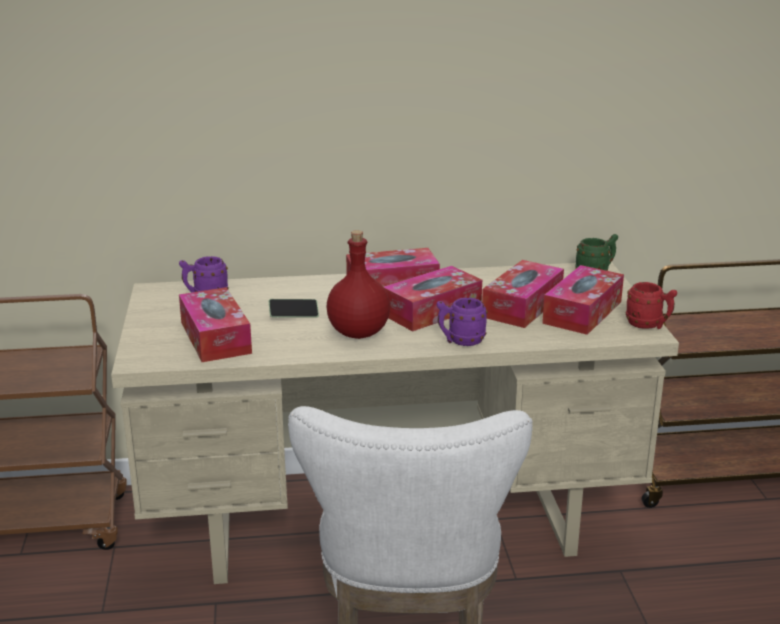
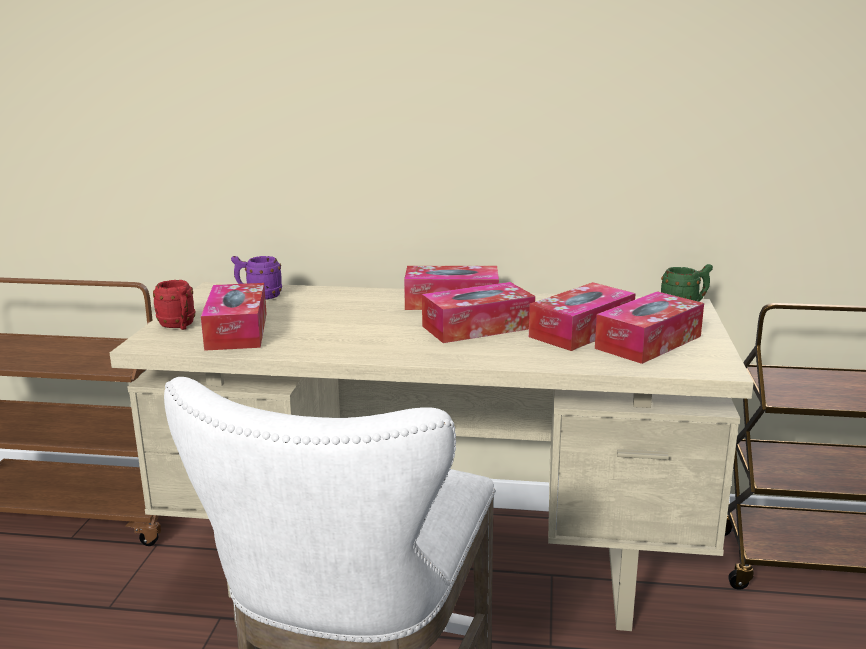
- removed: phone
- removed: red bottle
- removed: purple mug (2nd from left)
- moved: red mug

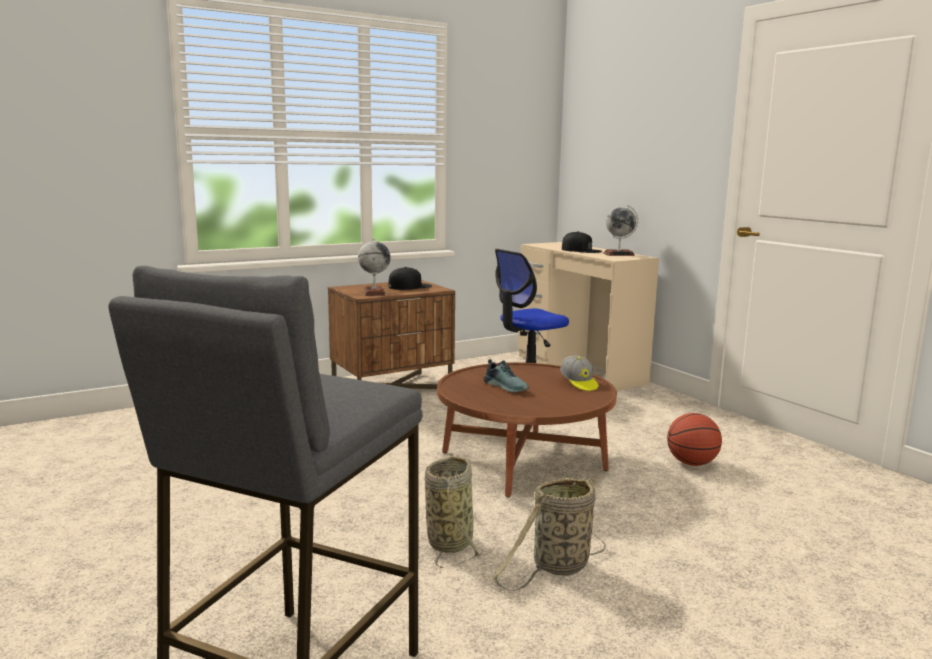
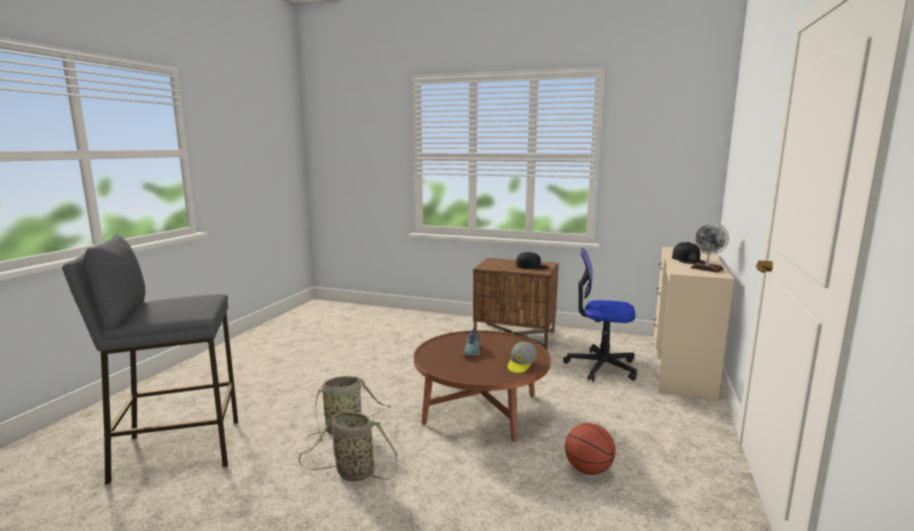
- removed: globe (1st from left)

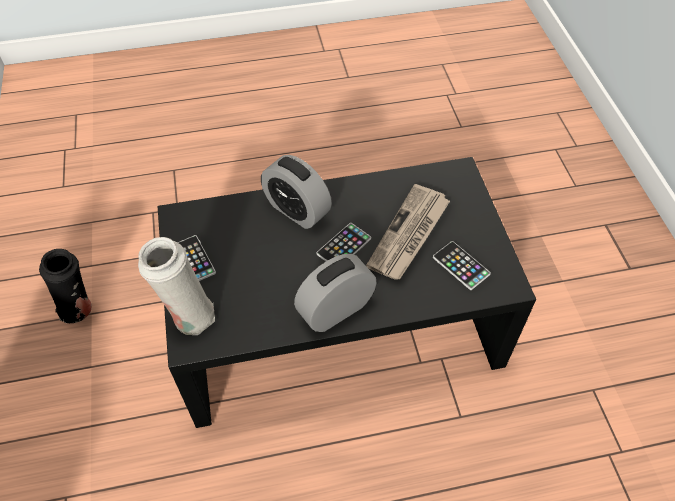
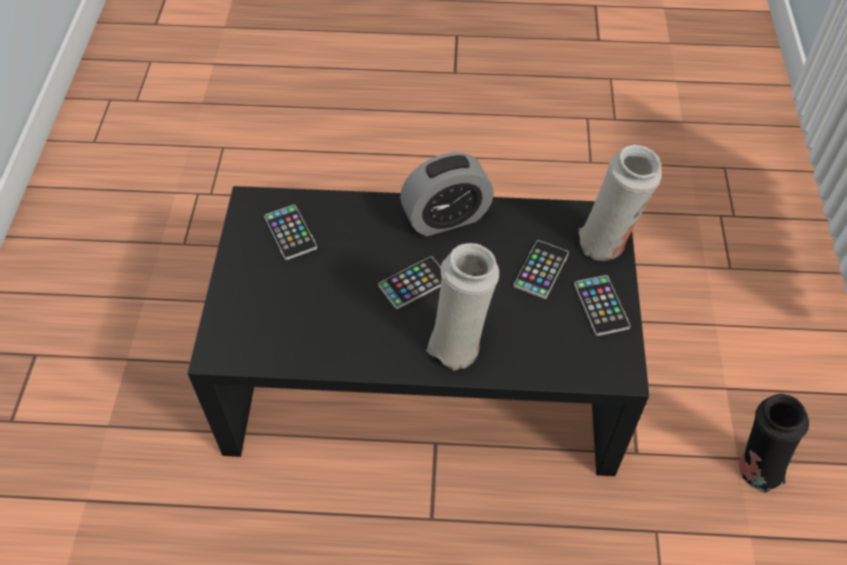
- replaced: alarm clock (1st from left) to white vase (1st from left)
- removed: newspaper
- added: phone (3rd from left)

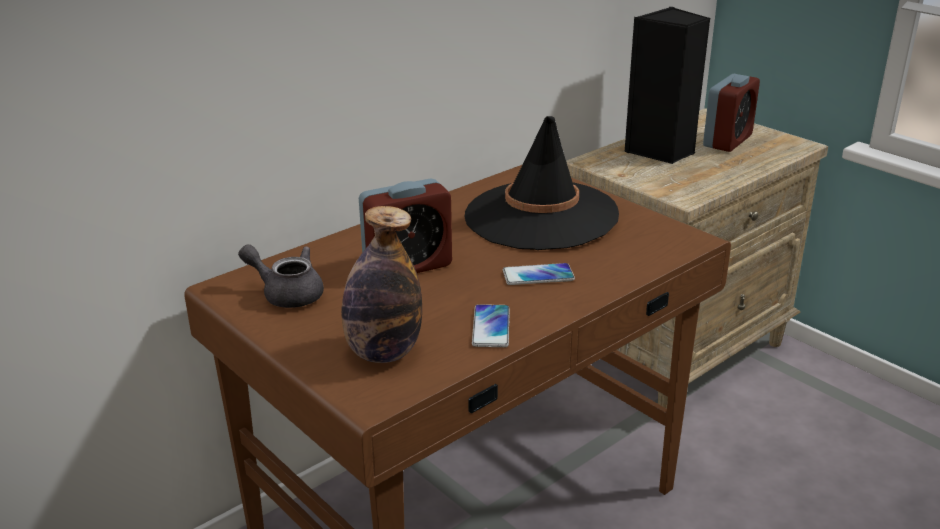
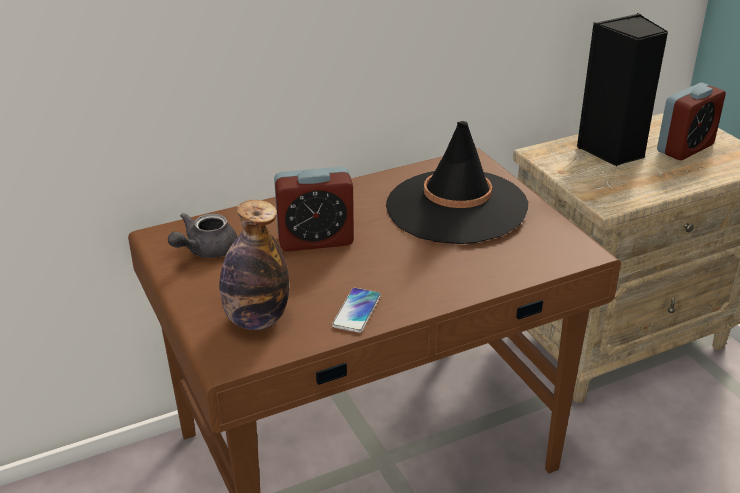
- turned: grey teapot 90 degrees counterclockwise
- removed: phone (2nd from left)

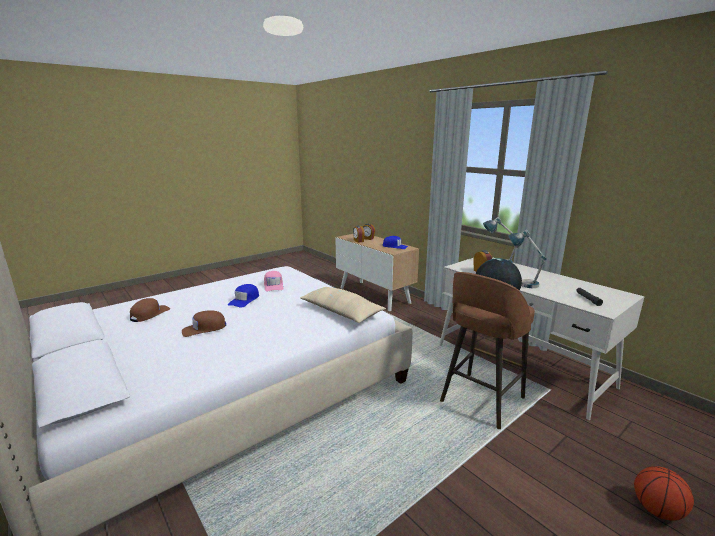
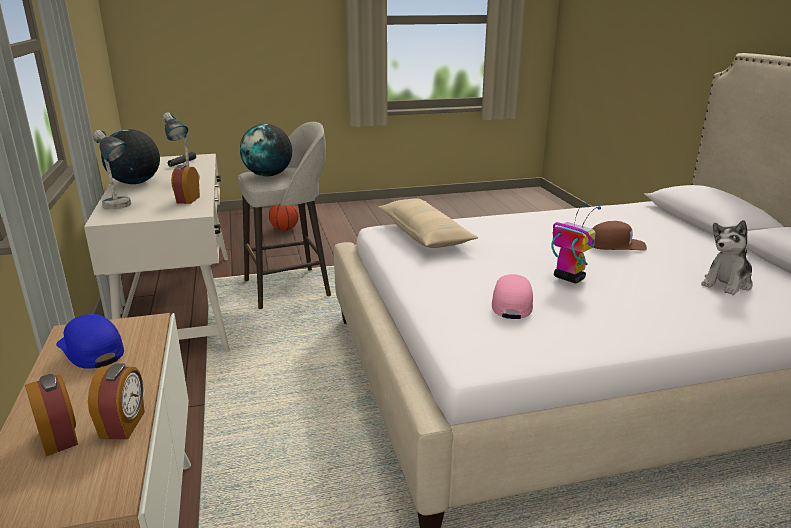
- replaced: brown cap (1st from left) to plush toy
- replaced: blue cap (1st from left) to toy robot
- recoloured: brown stool to grey stool
- added: globe (1st from left)

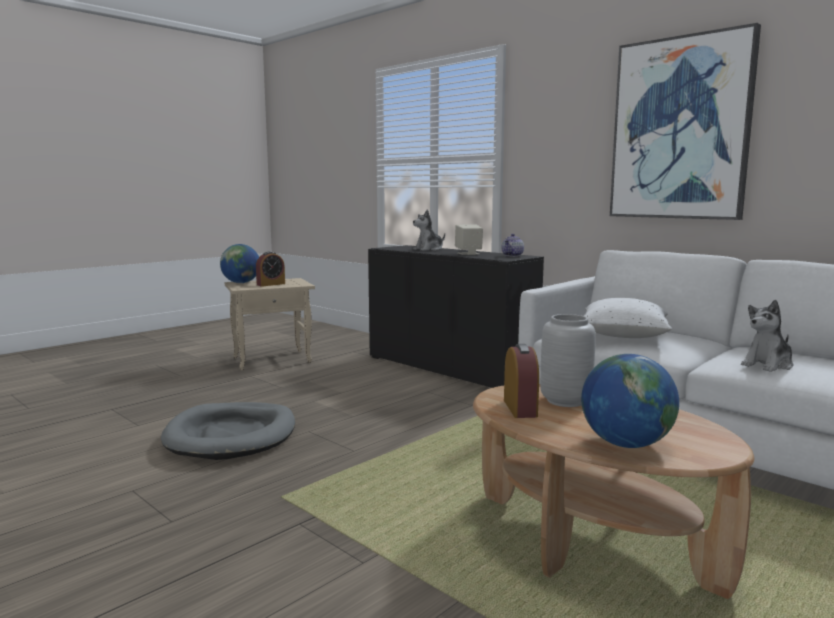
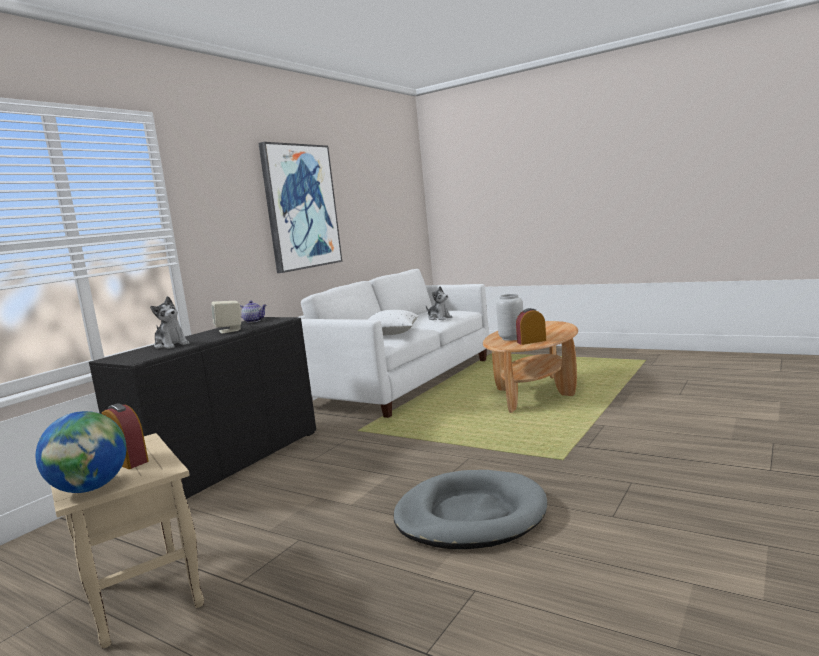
- removed: globe (2nd from left)

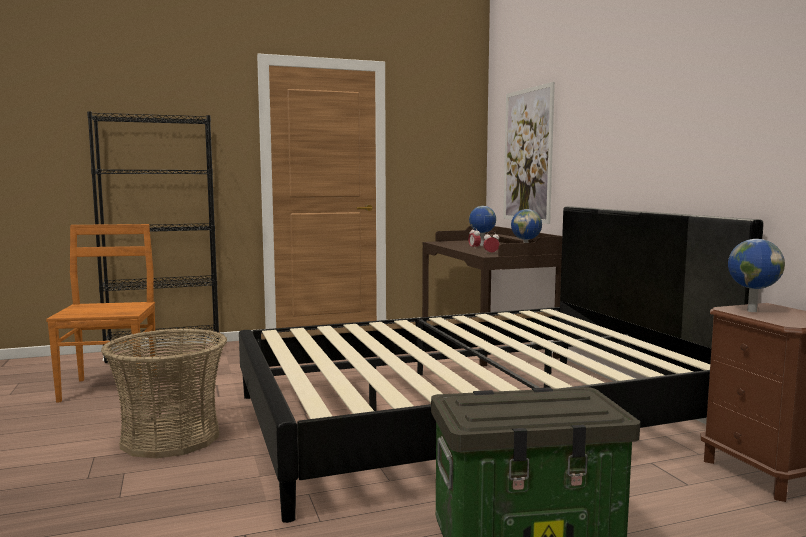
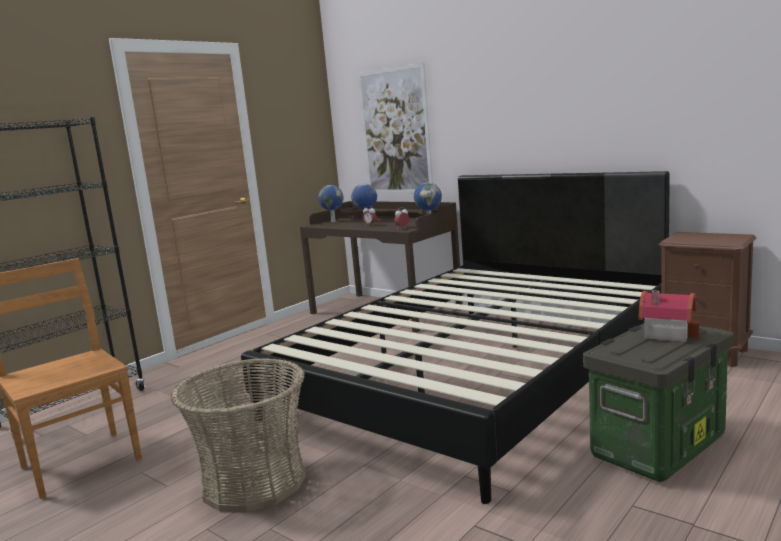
- moved: globe (3rd from left in the first image) to globe (1st from left)
- added: toy house

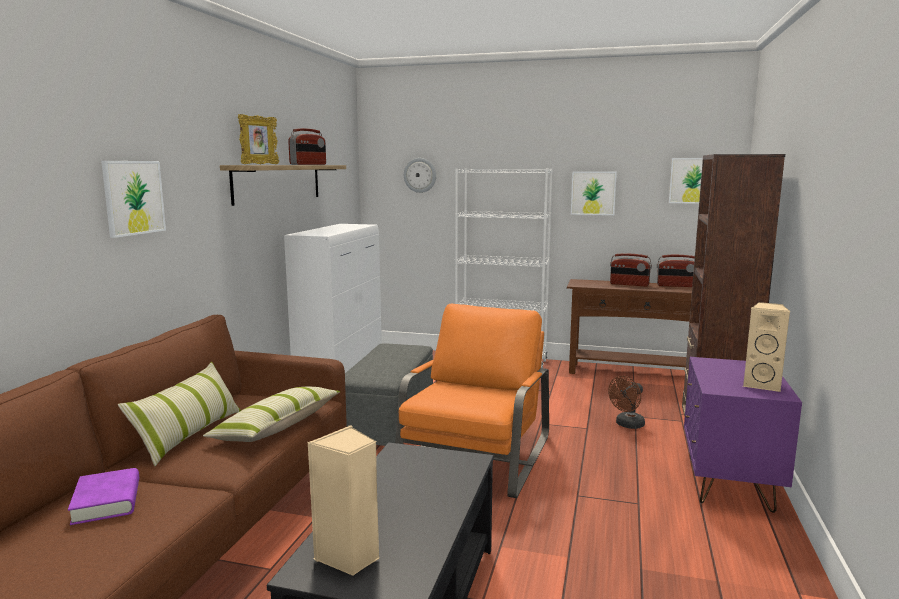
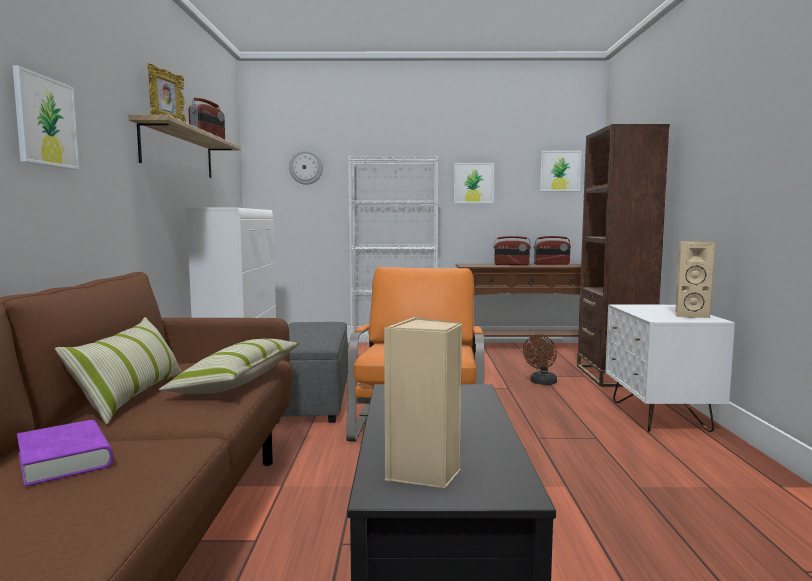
- recoloured: purple nightstand to white nightstand

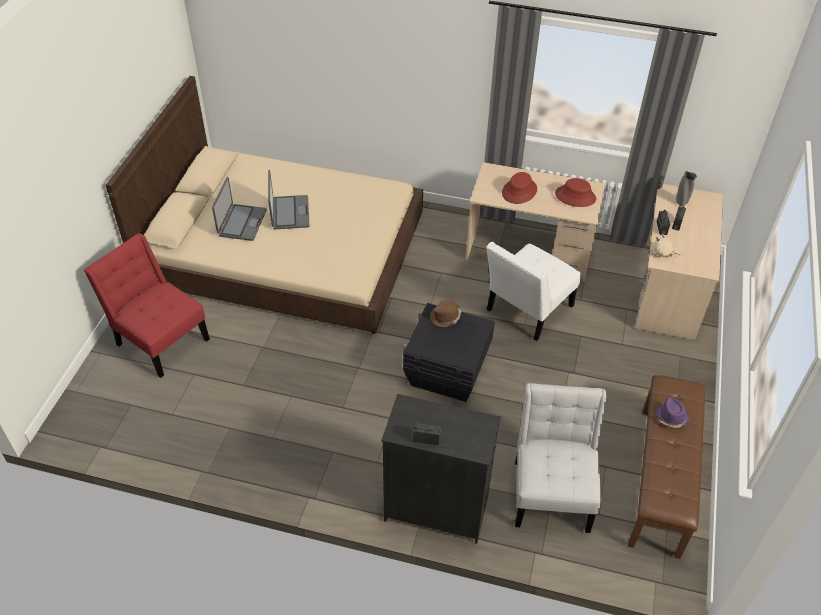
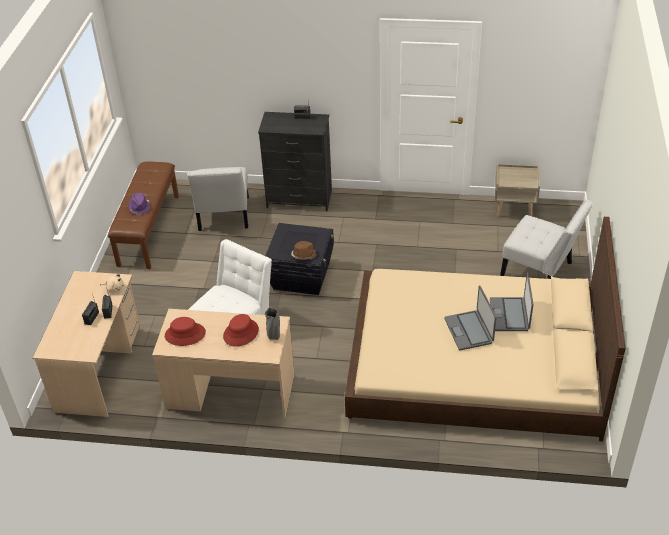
- recoloured: red chair to white chair (3rd from left)
- moved: grey vase
- added: beige nightstand

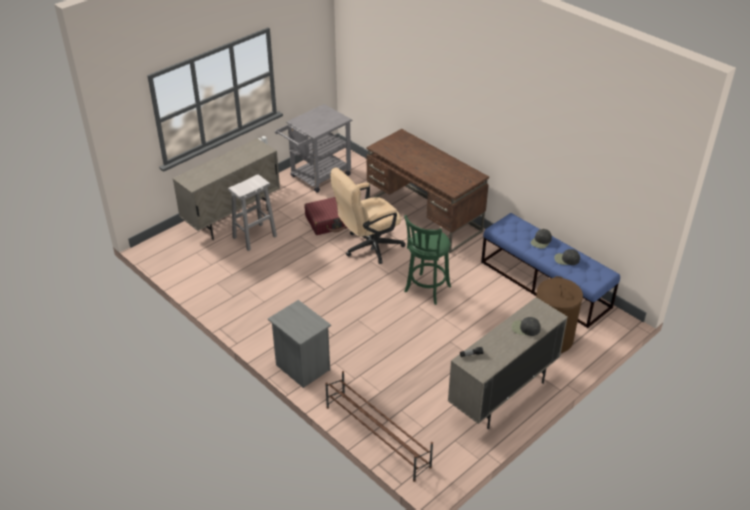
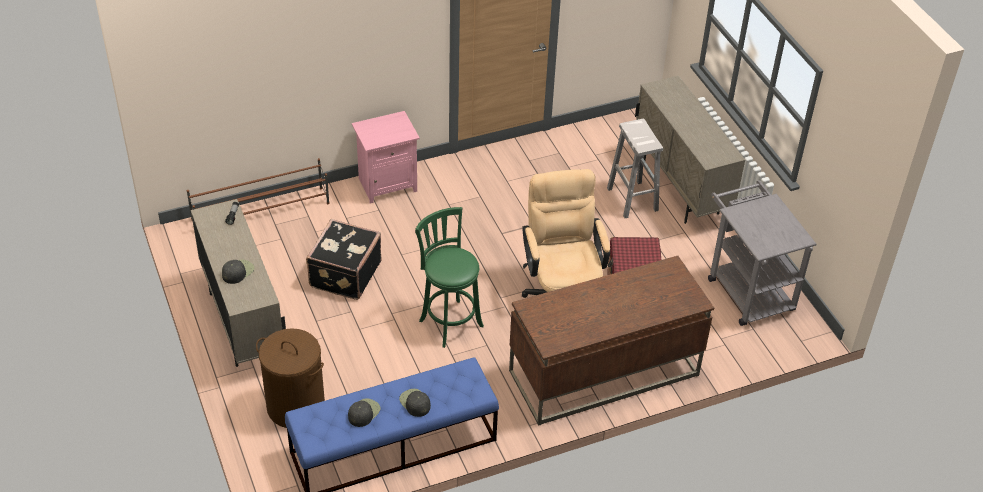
- recoloured: grey nightstand to pink nightstand
- added: black suitcase

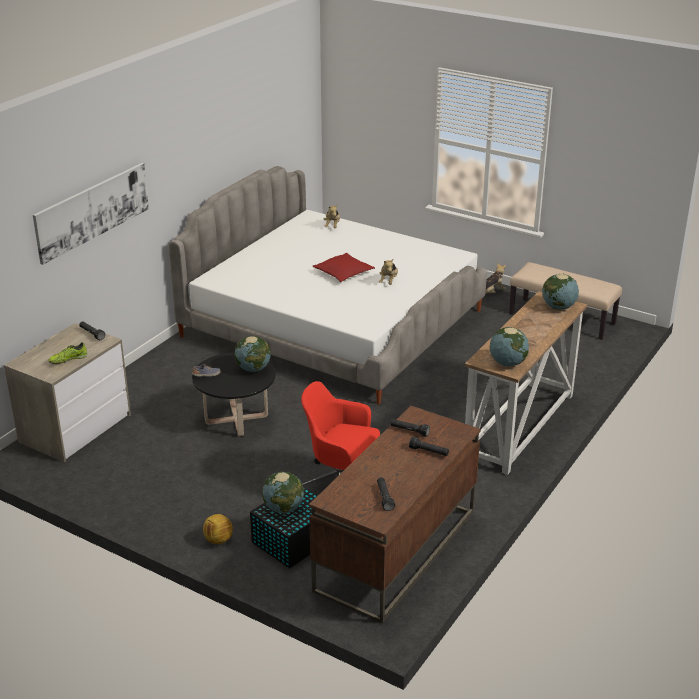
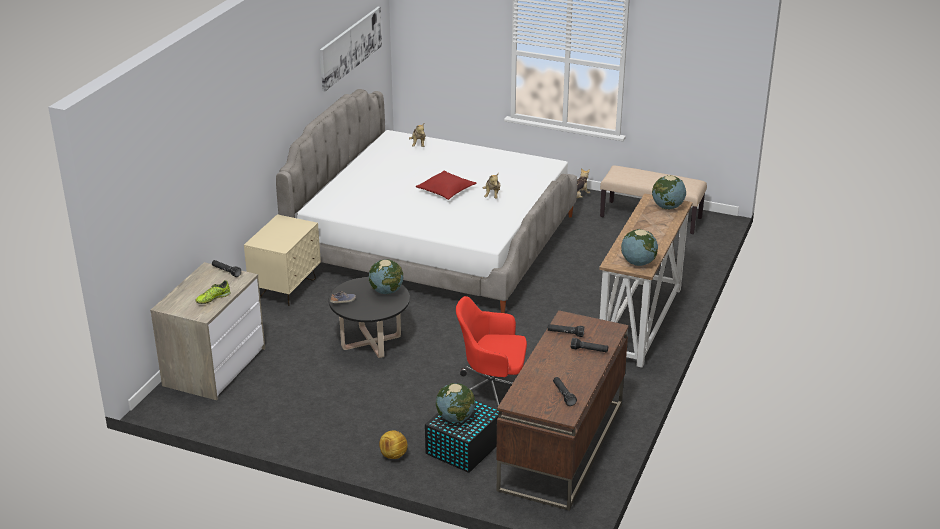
- moved: picture
- added: beige nightstand

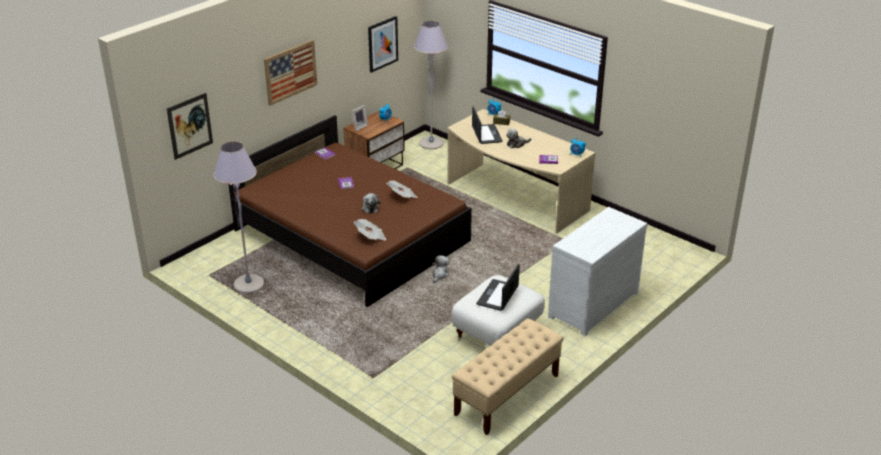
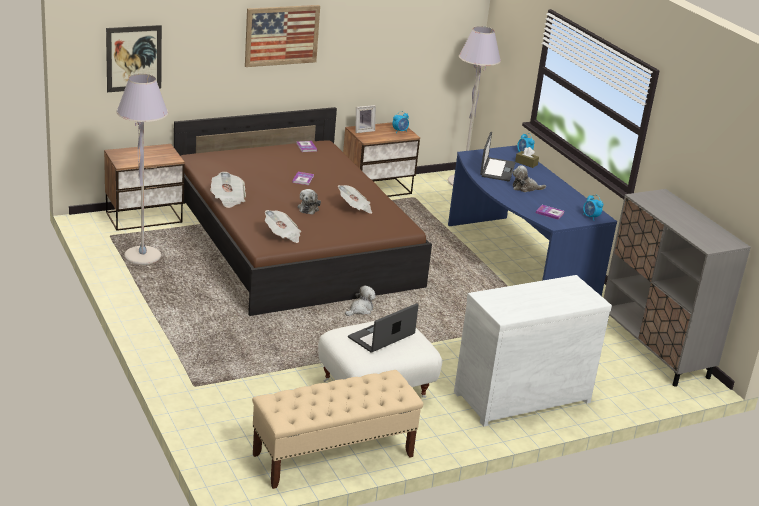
- removed: picture (3rd from left)
- recoloured: beige desk to blue desk
- added: nightstand (1st from left)
- added: newspaper (1st from left)
- added: grey cabinet

